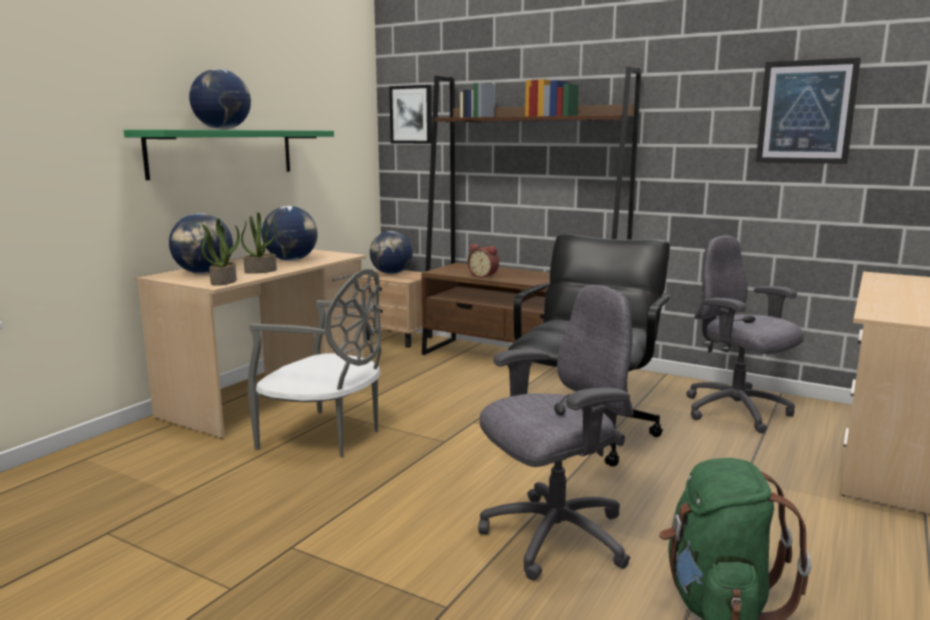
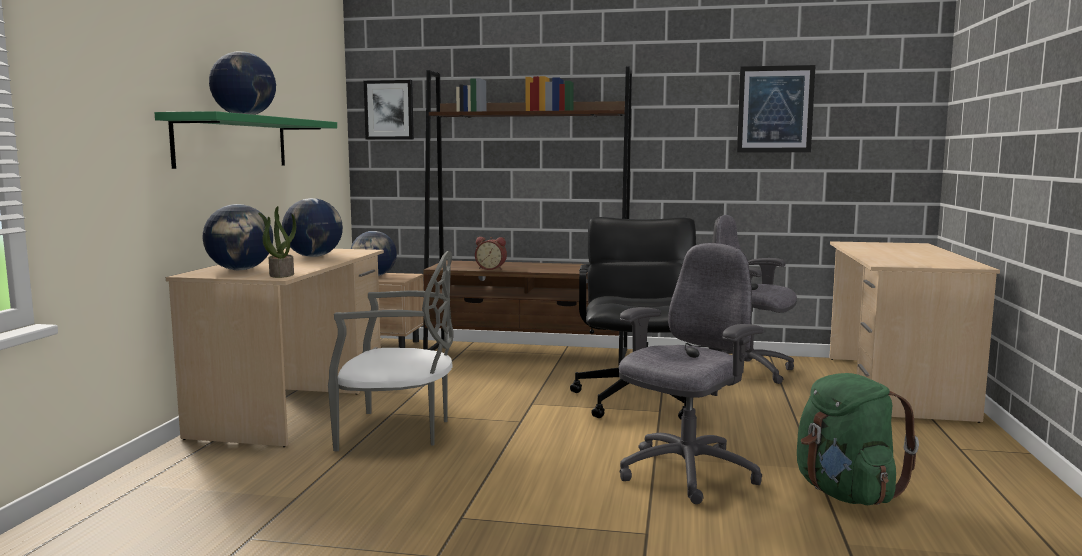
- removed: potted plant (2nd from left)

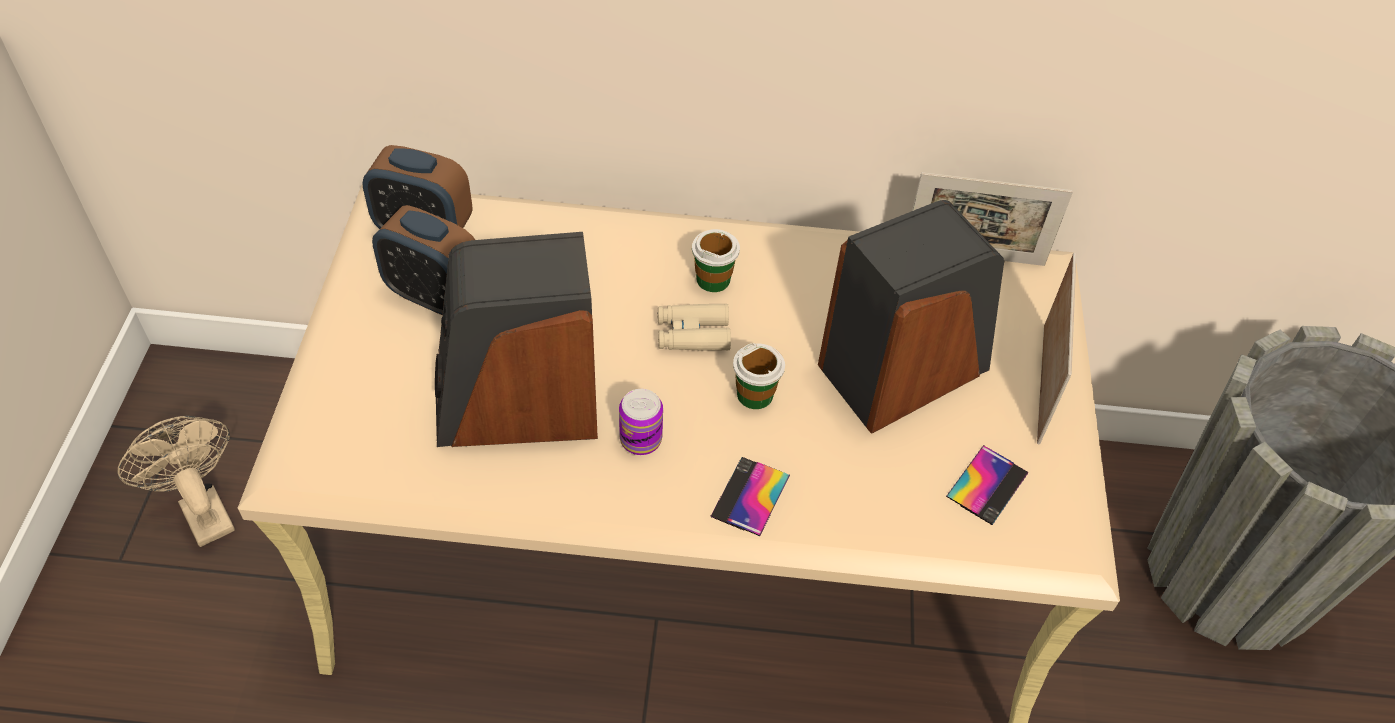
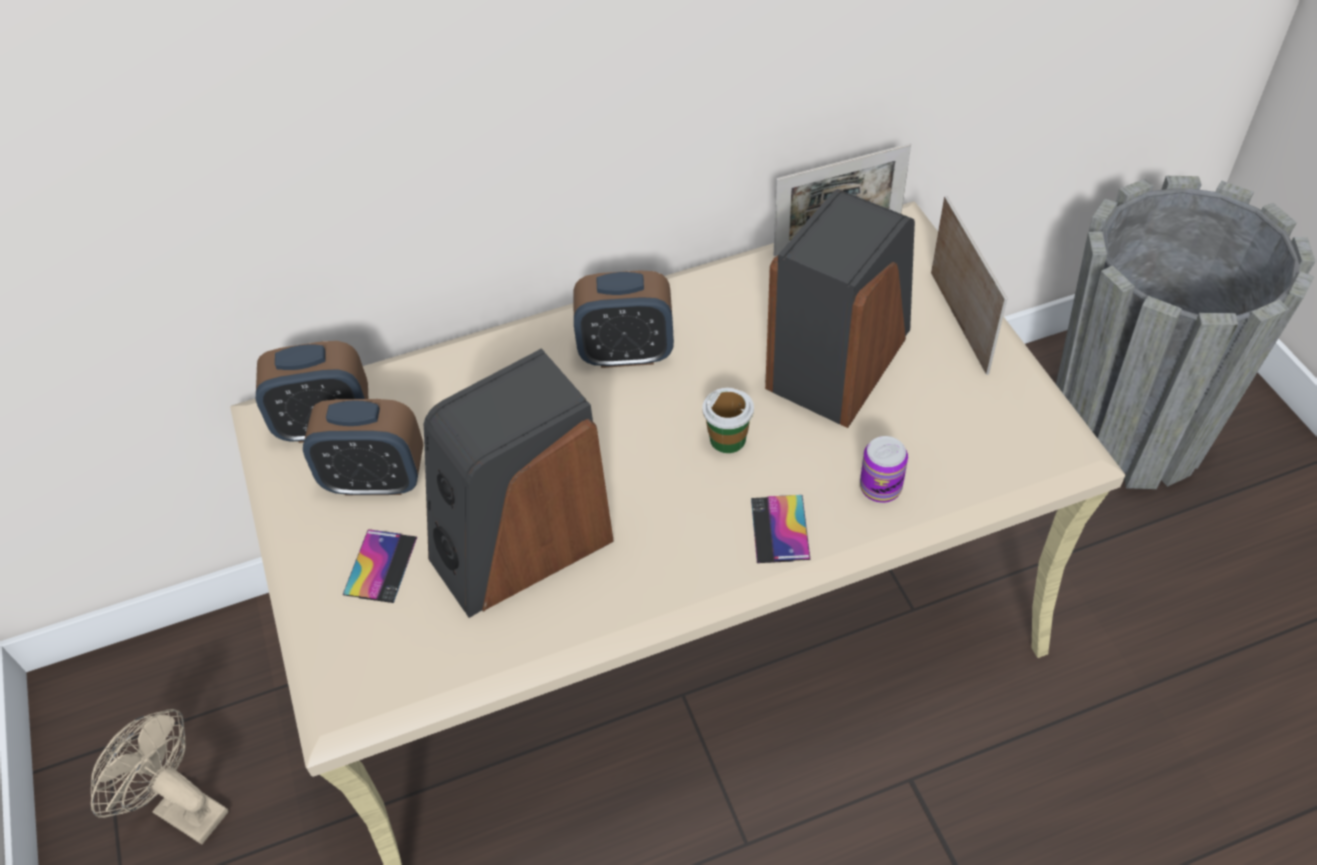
- moved: can
- removed: beige binoculars
- replaced: cup (1st from left) to alarm clock (3rd from left)
- moved: phone (2nd from left in the first image) to phone (1st from left)

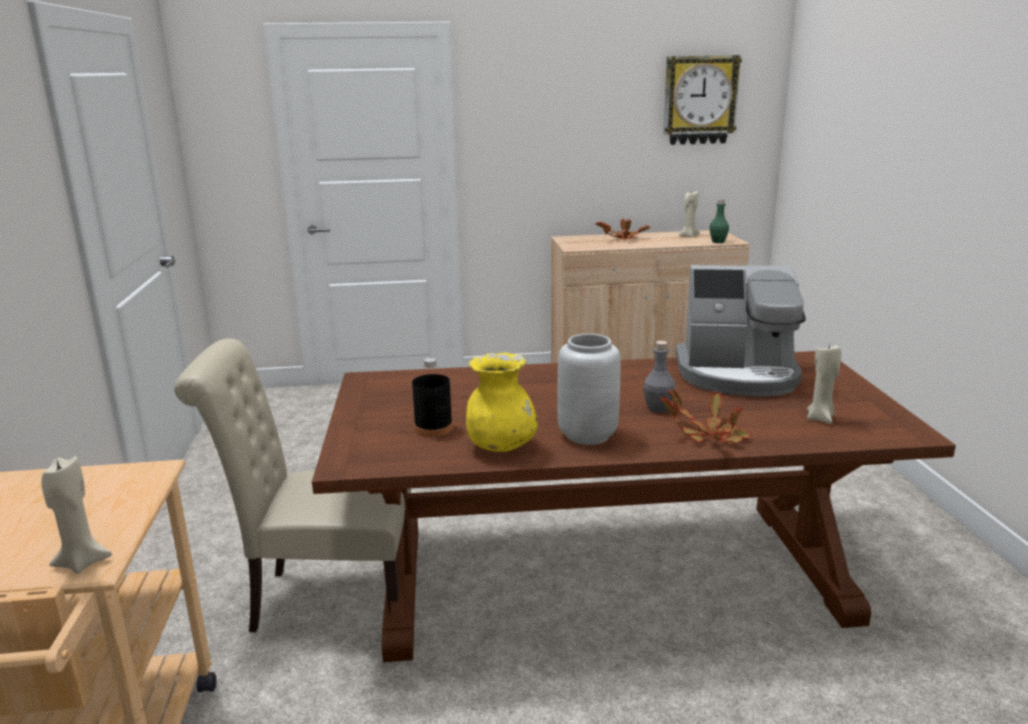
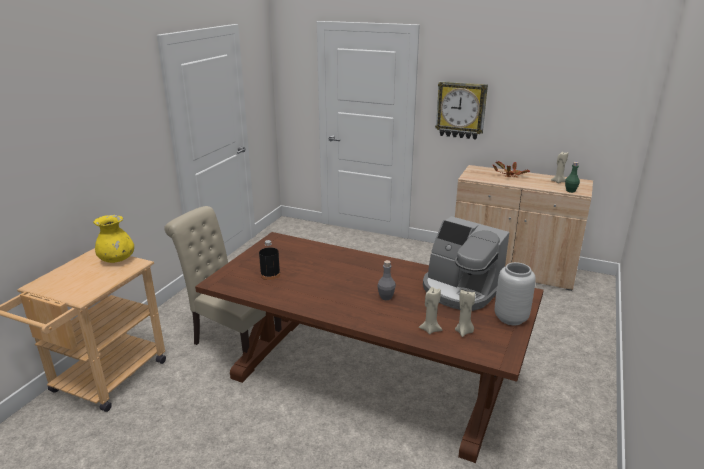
- moved: beige candle (1st from left)
- moved: yellow vase
- moved: grey vase
- removed: potted plant (2nd from left)
- moved: wall clock

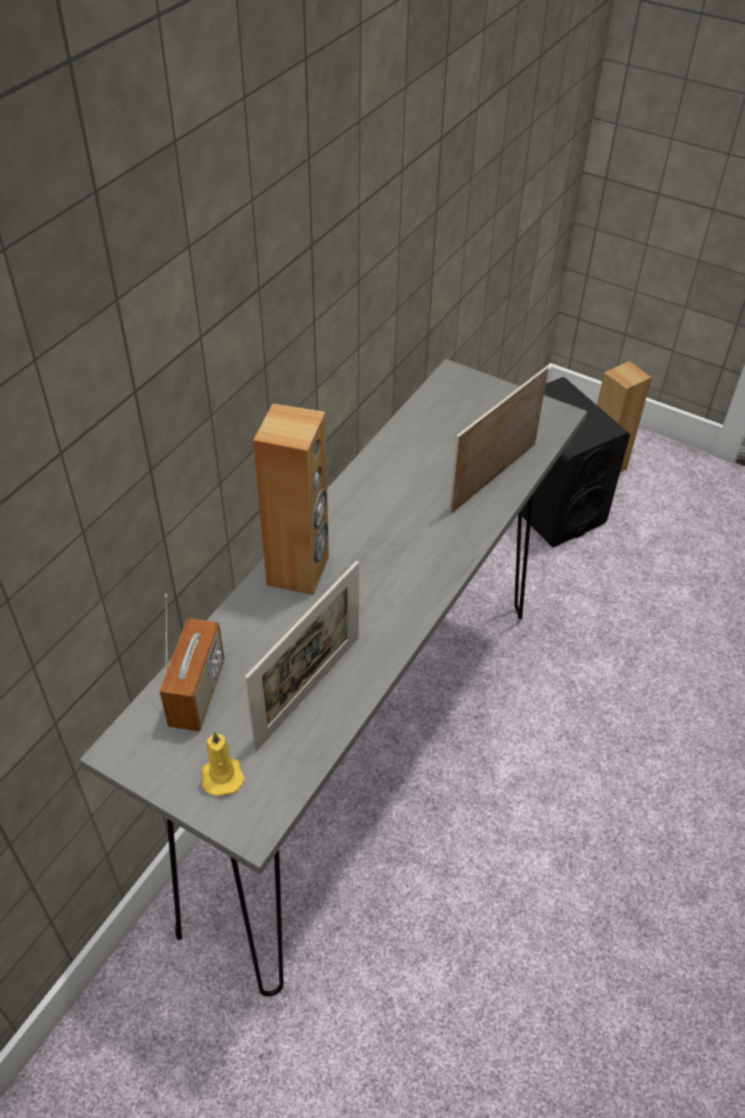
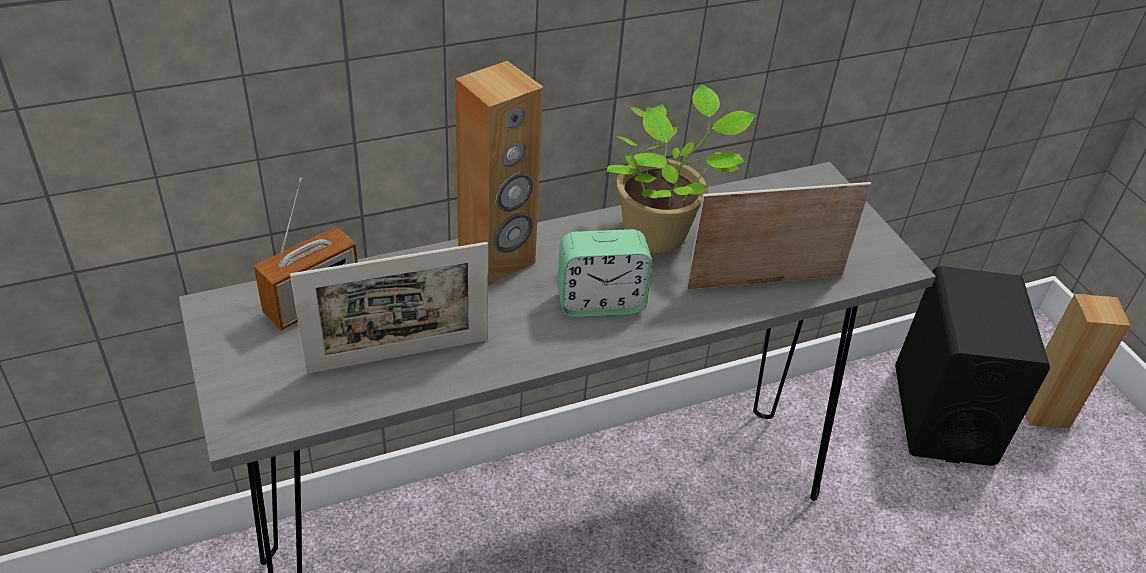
- removed: yellow candle
- added: alarm clock
- added: potted plant

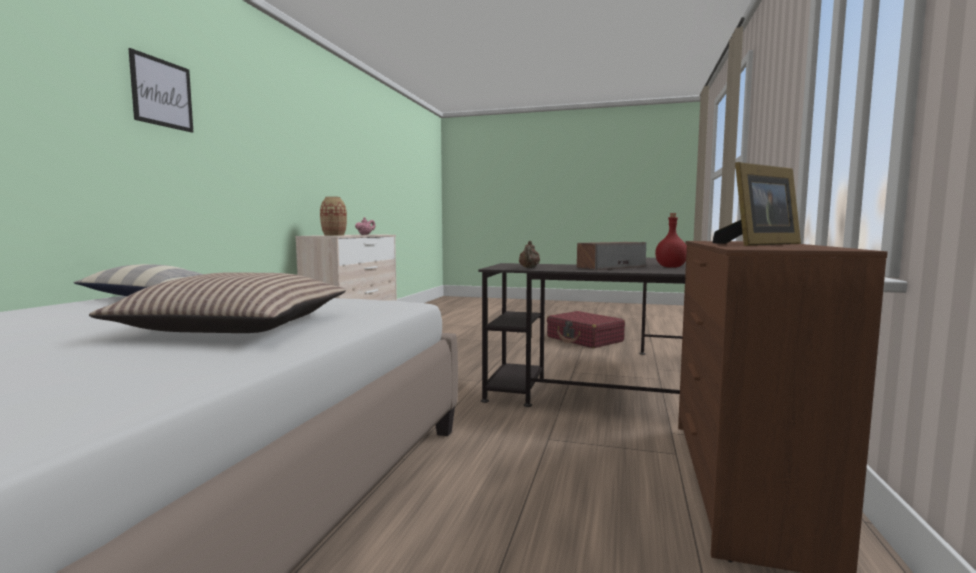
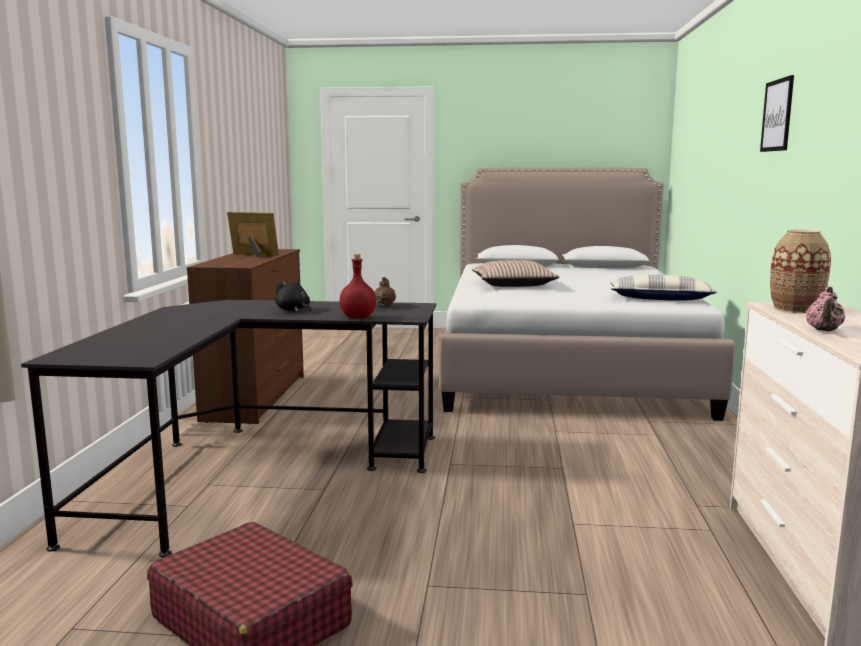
- replaced: speaker to black plush toy
- moved: red bottle
- turned: picture frame 60 degrees clockwise

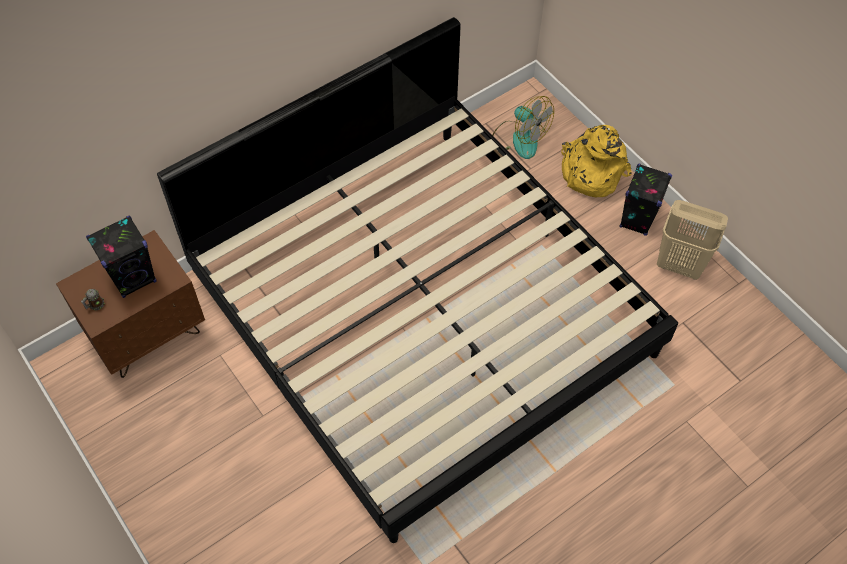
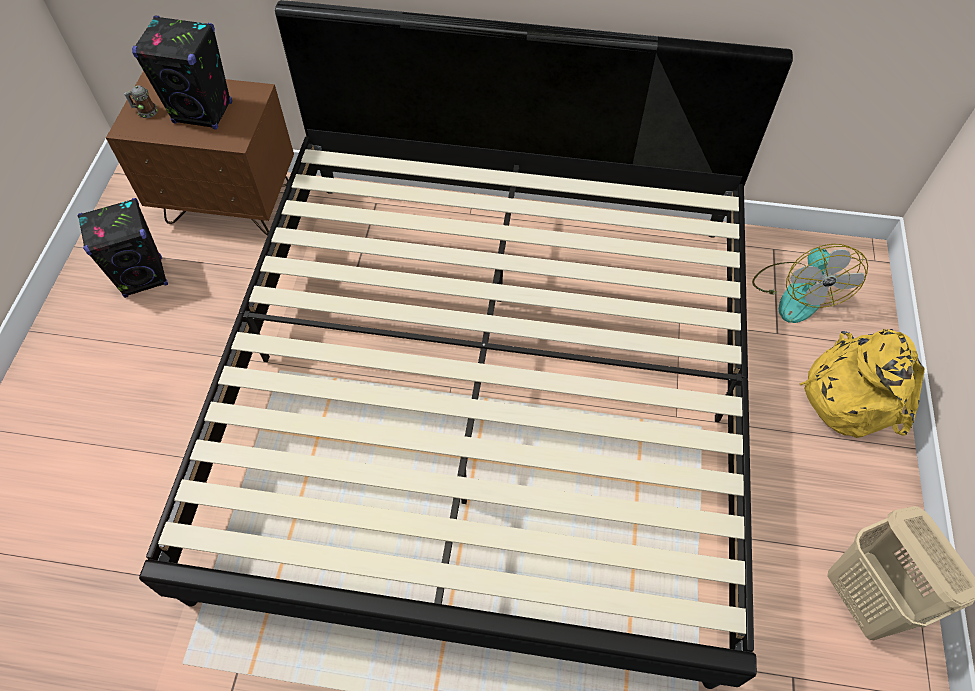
- moved: black speaker (2nd from left in the first image) to black speaker (1st from left)

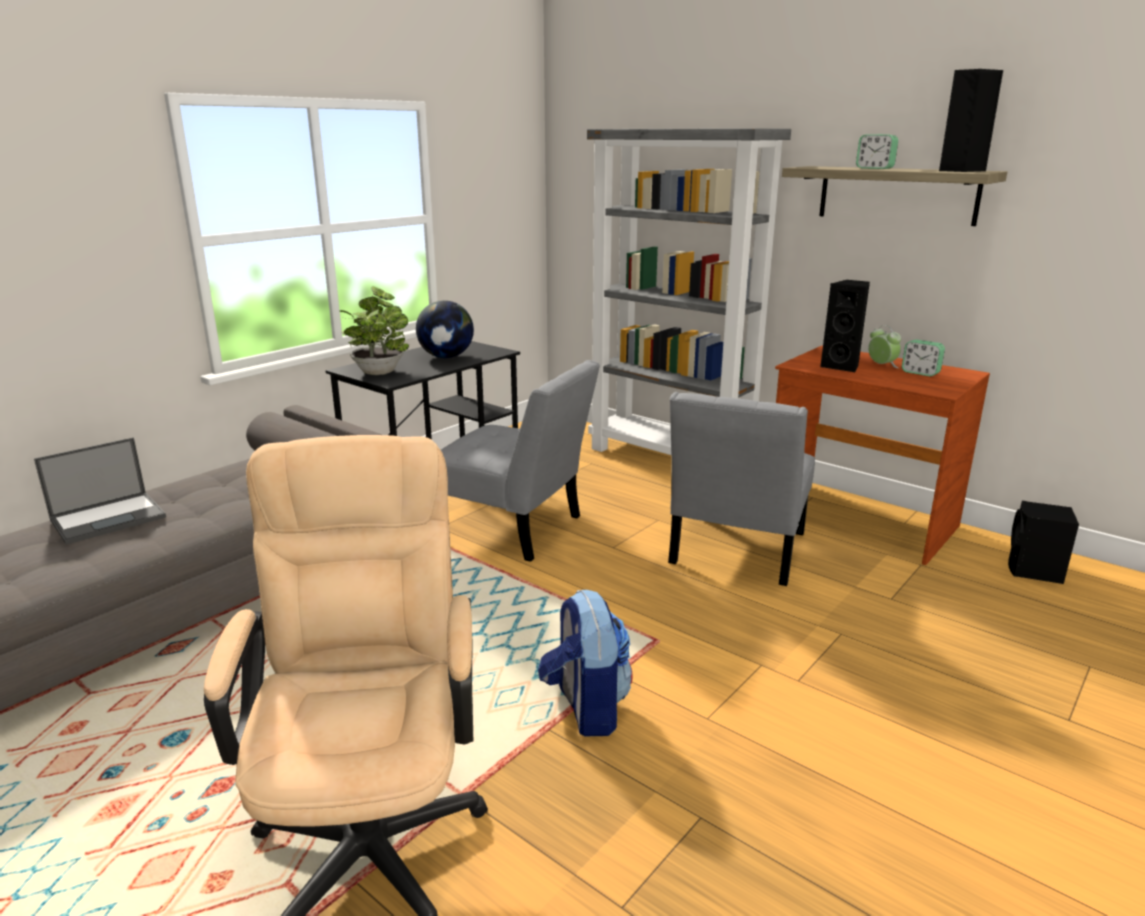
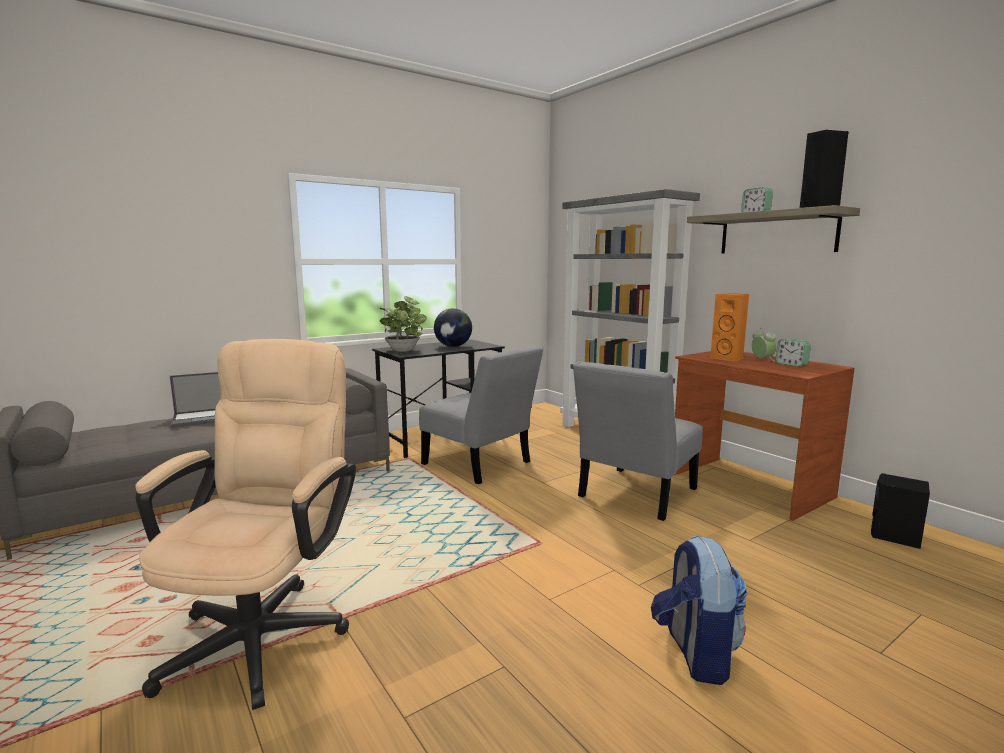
- moved: backpack
- recoloured: black speaker (1st from left) to orange speaker

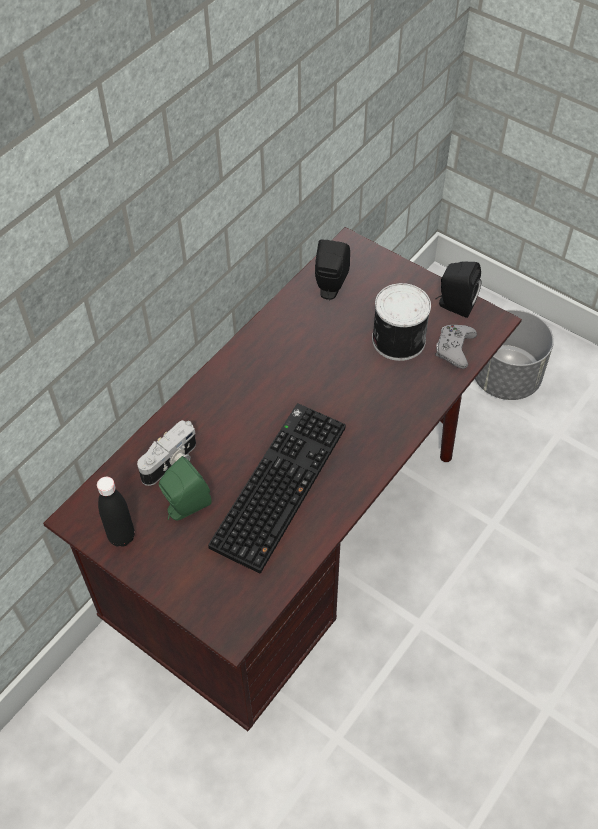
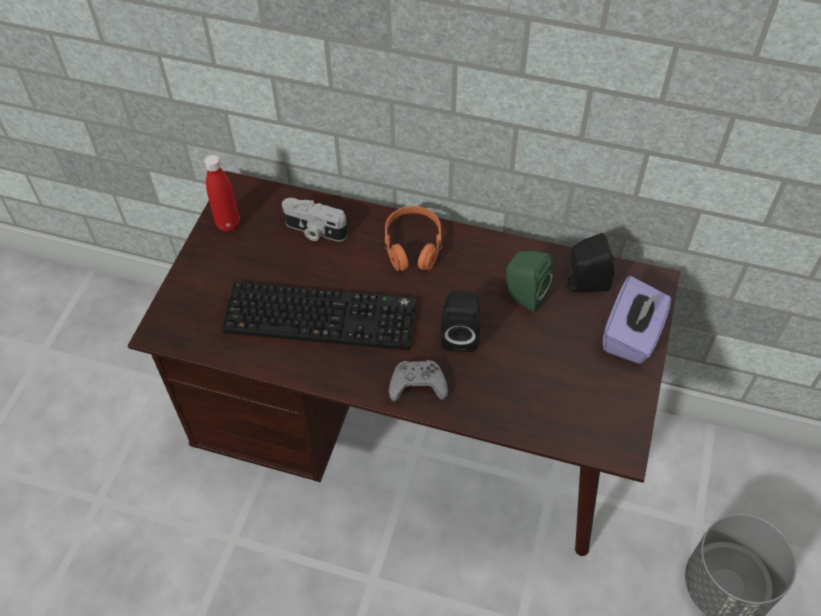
- recoloured: black bottle to red bottle
- moved: green speaker
- removed: can
- moved: black speaker (2nd from left in the first image) to black speaker (1st from left)
- moved: grey game controller
- added: orange headphones
- added: purple tissue box

